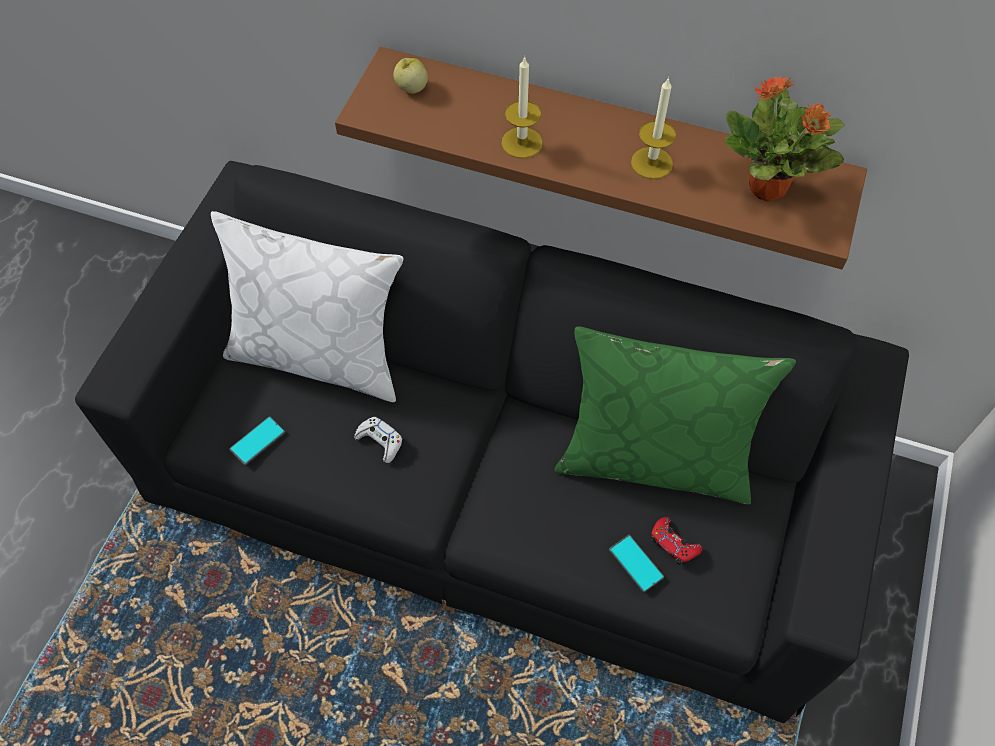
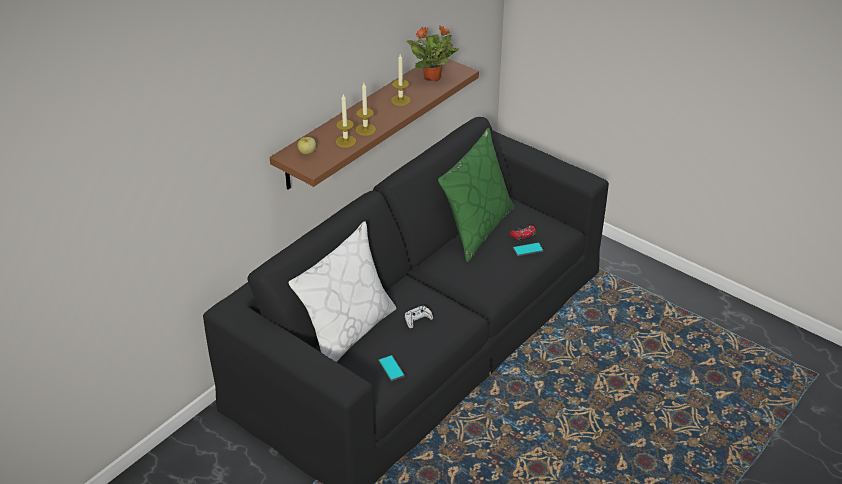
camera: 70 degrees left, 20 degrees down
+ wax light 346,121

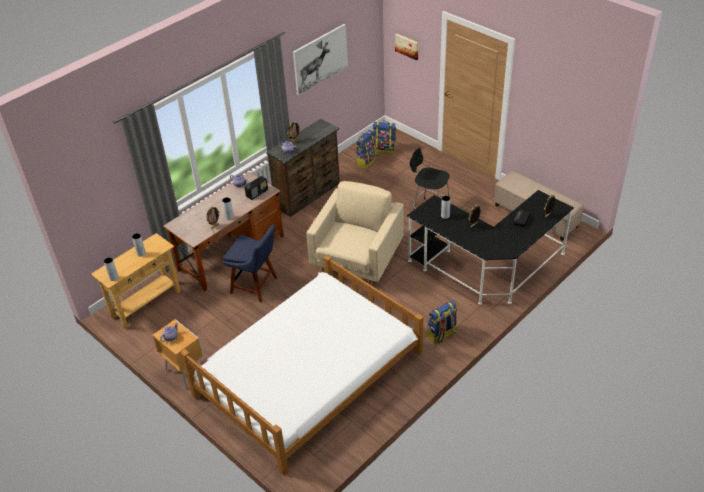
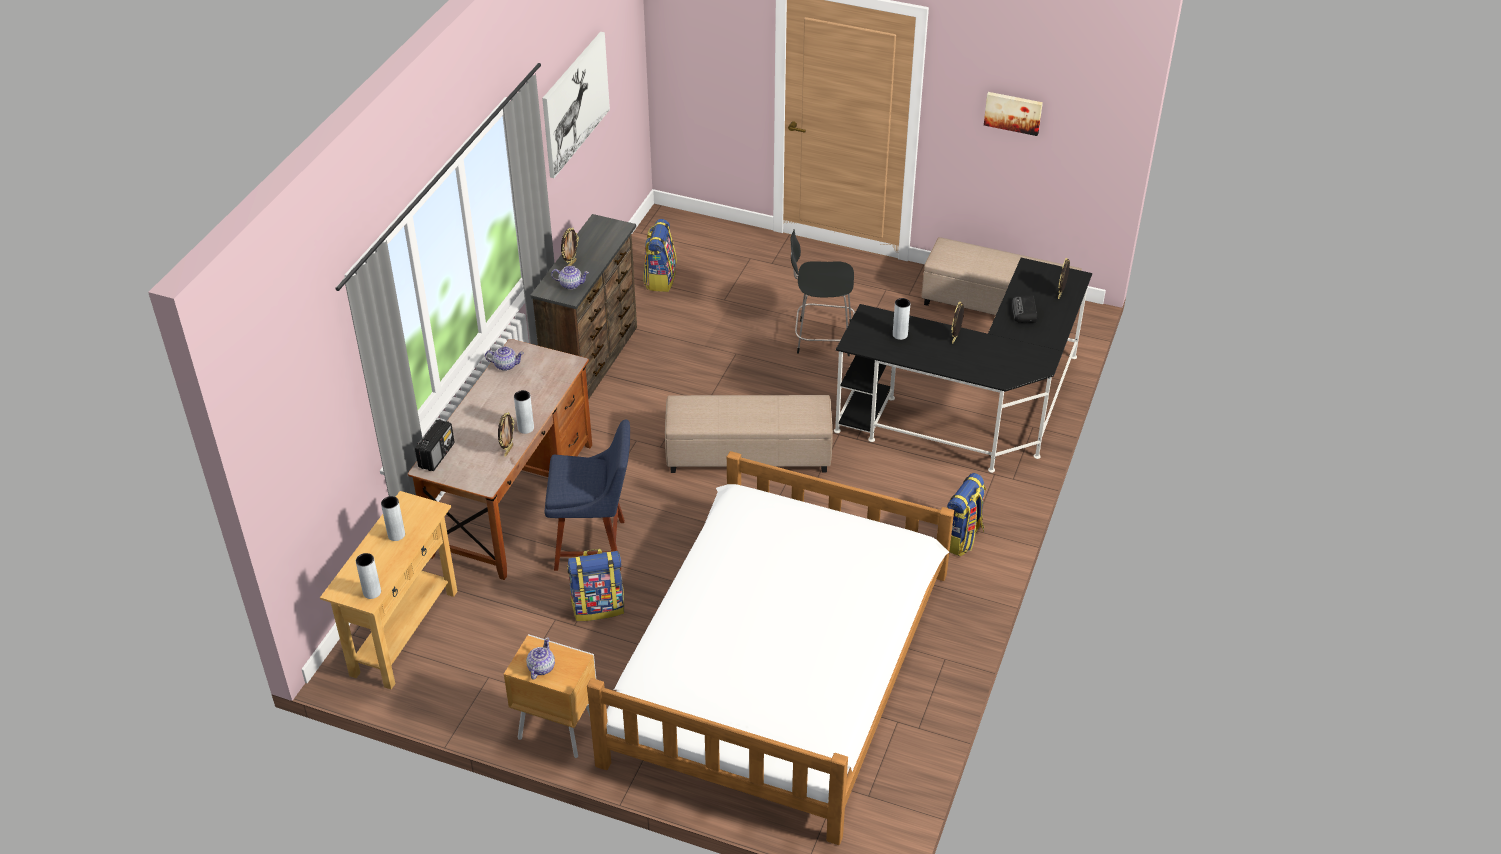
camera: 25 degrees left, 0 degrees up
~ radio set 256,188 to 434,445
~ rucksack 384,137 to 595,585
~ picture 406,47 to 1013,114
~ lounge chair in sand-coloured 355,233 to ottoman in sand-coloured 749,434

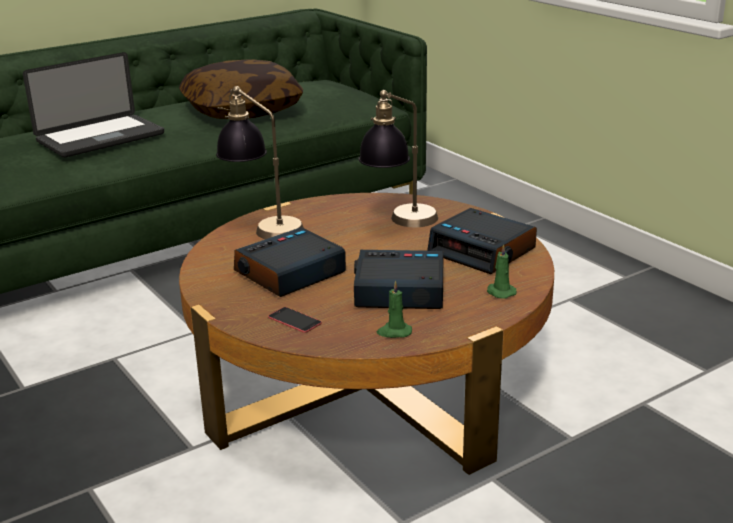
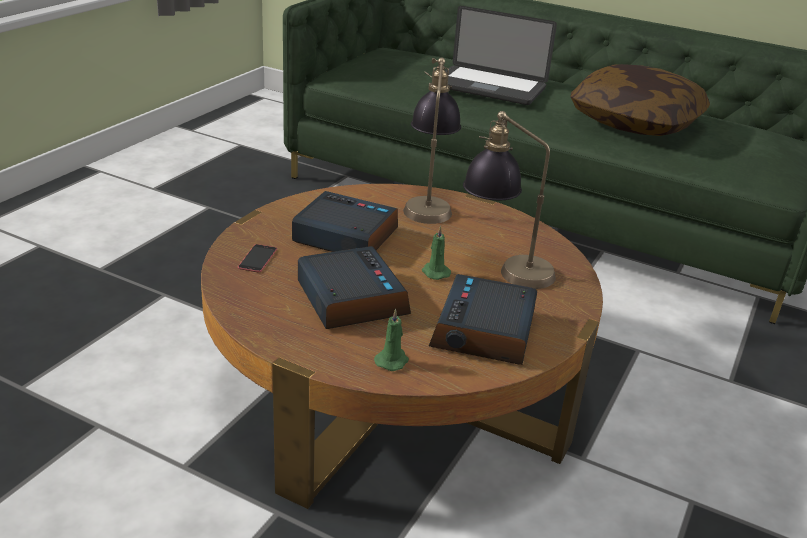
camera: 60 degrees right, 5 degrees up
~ wax light in greenish 394,309 to 436,253

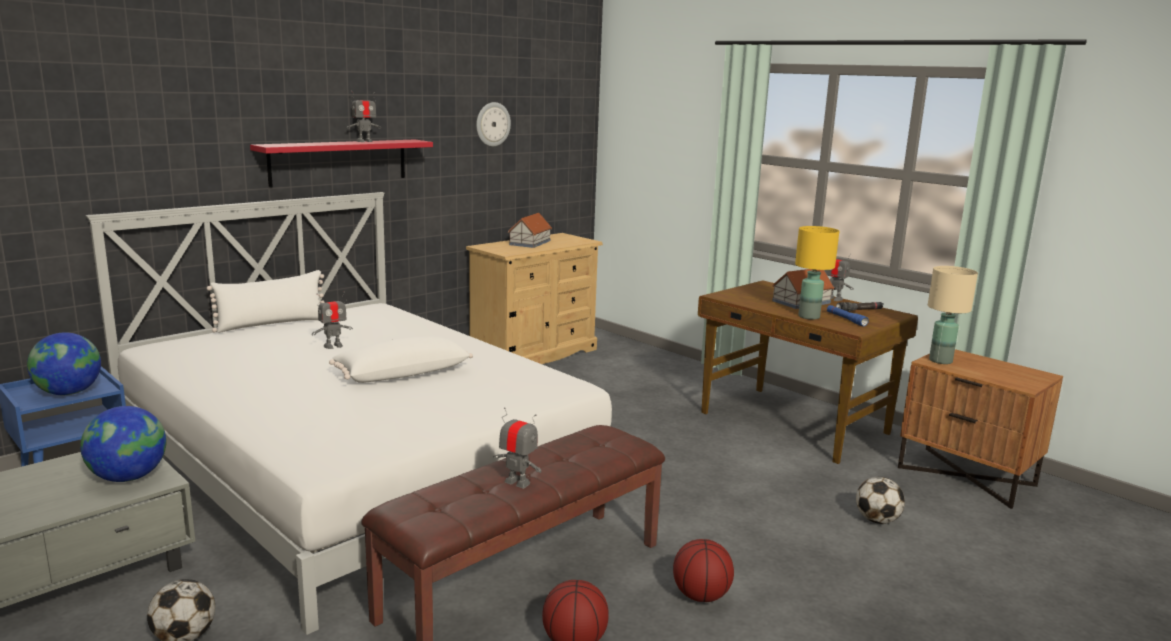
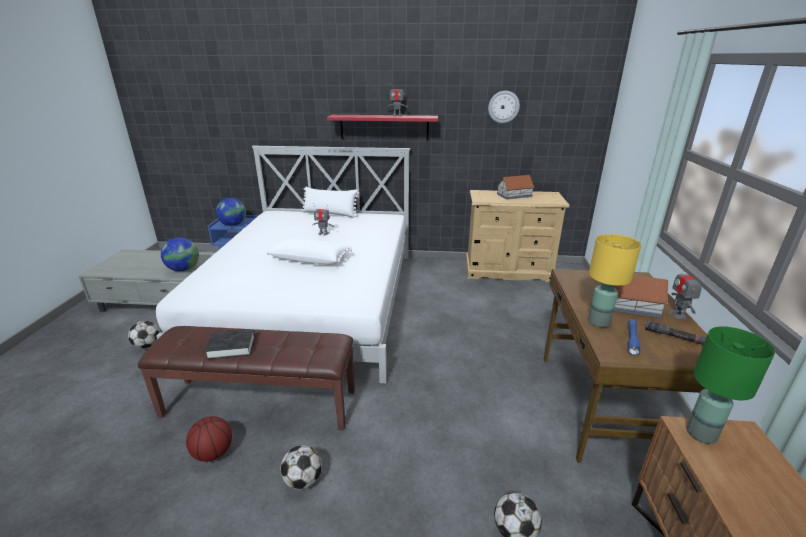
camera: 50 degrees right, 10 degrees up
~ model robot 518,447 to bound book in black 230,344
~ ball for basketball 703,570 to football ball 301,467
~ table lamp in sand-coloured 953,315 to table lamp in greenish 730,385

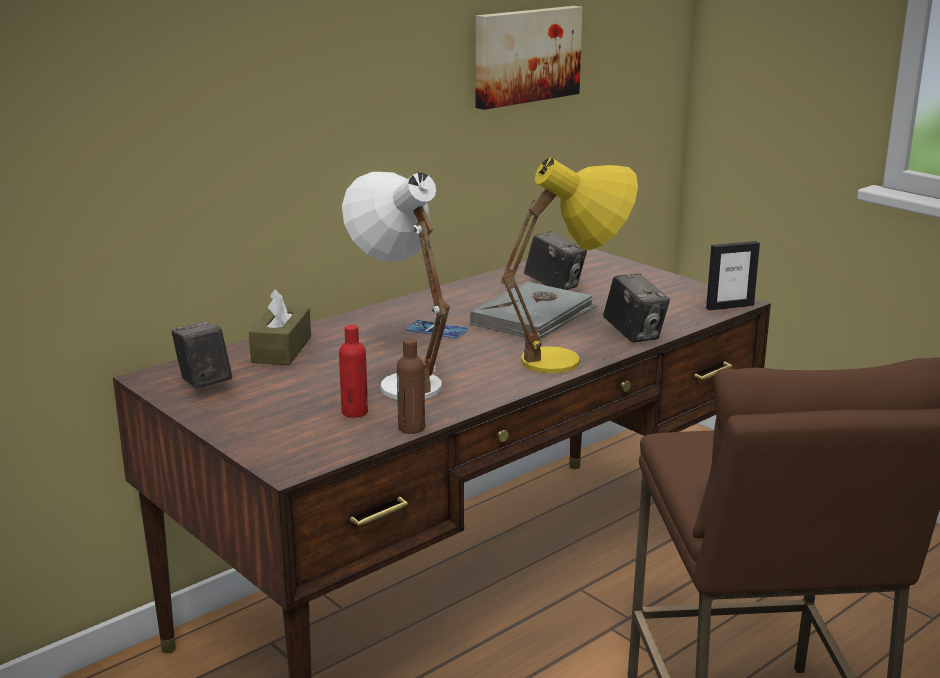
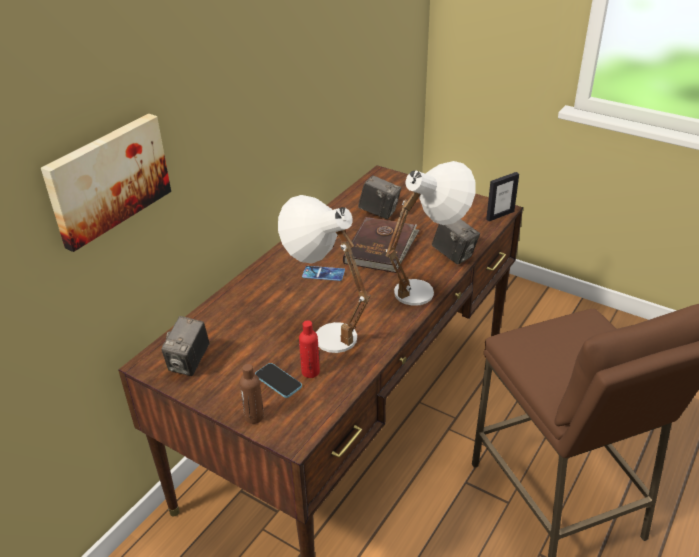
camera: 15 degrees left, 15 degrees up
- tissue box in brown 280,327
+ phone 278,380
~ drink bottle in brown 411,386 to 251,394
~ picture 529,58 to 106,183
~ bound book in gray 534,310 to bound book in brown 381,245
~ table lamp in yellow 569,265 to table lamp in white-coloured 430,233
~ still camera 202,354 = 185,346 120 degrees counterclockwise

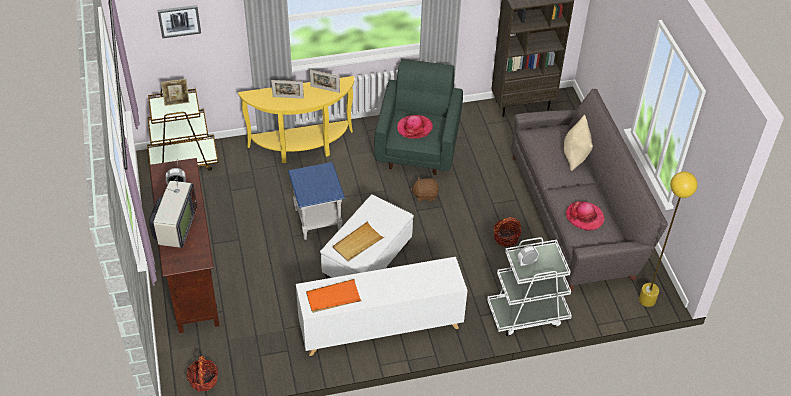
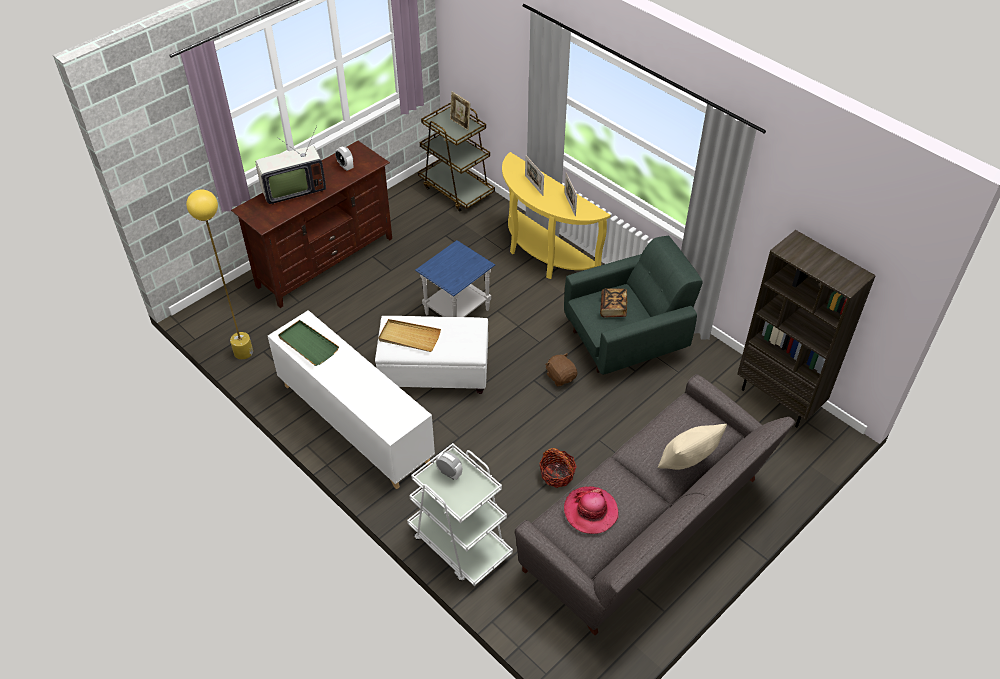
camera: 60 degrees right, 0 degrees up
- picture 179,21
- household basket 202,373
~ standard lamp in yellow 668,239 to 219,274
~ hat 415,127 to bound book 614,303
~ tray in orangey 334,296 to tray in greenish 308,343

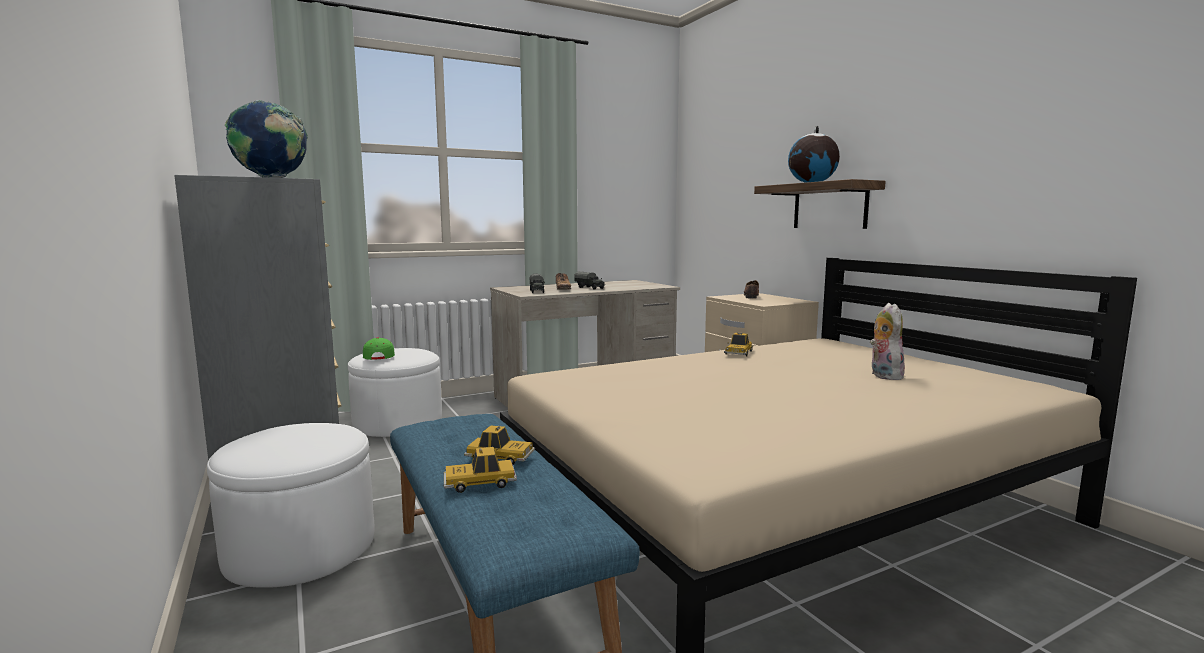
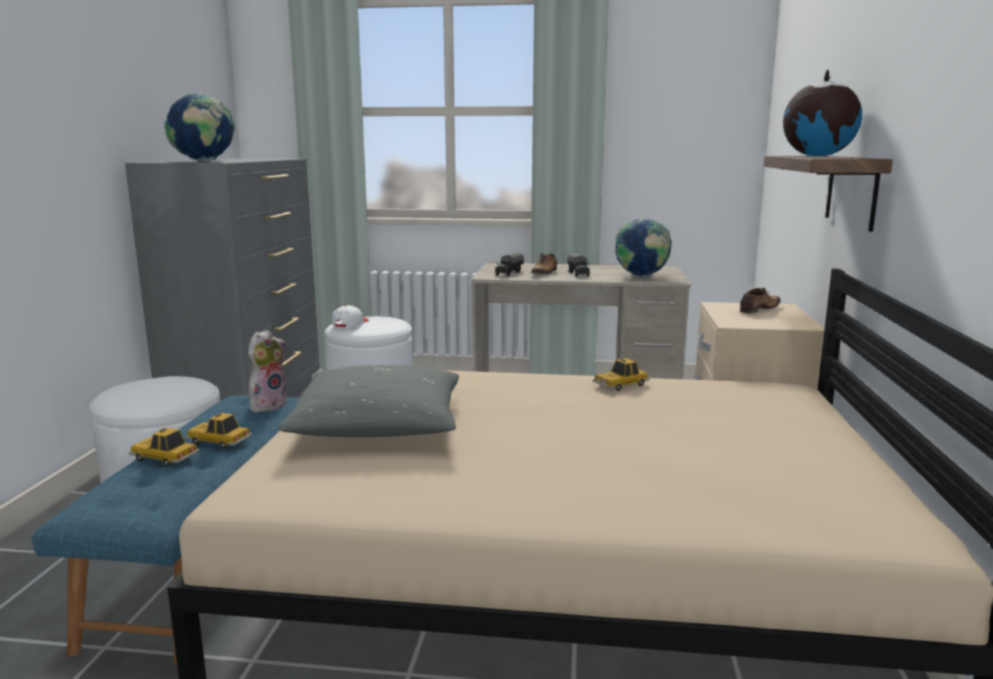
camera: 35 degrees right, 5 degrees up
+ cushion in gray 368,401
+ globe 643,248
~ soft toy 887,341 to 267,371
~ peaked cap in greenish 379,348 to peaked cap in white-coloured 350,316
~ model car 499,445 = 219,431 150 degrees clockwise

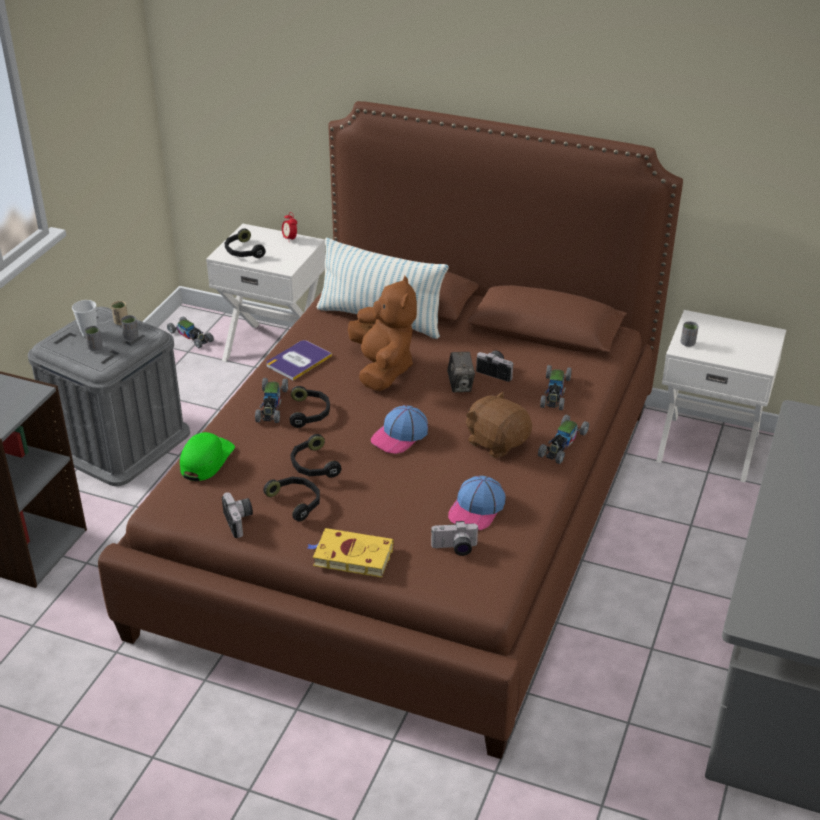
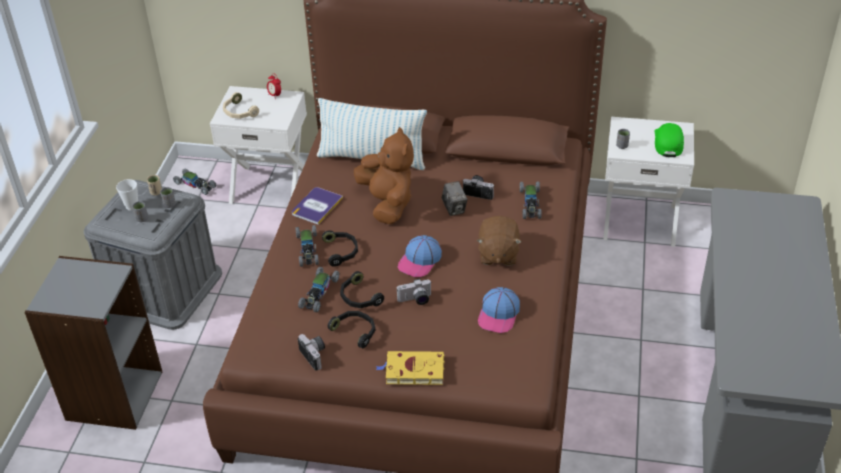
camera: 10 degrees left, 5 degrees up
~ peaked cap in greenish 207,456 to 669,140
~ still camera 455,538 to 414,292
~ model car 563,439 to 318,289
~ headphones in black 245,243 to headphones in sand-coloured 241,105
~ soft toy in brown 499,425 = 499,241 120 degrees counterclockwise

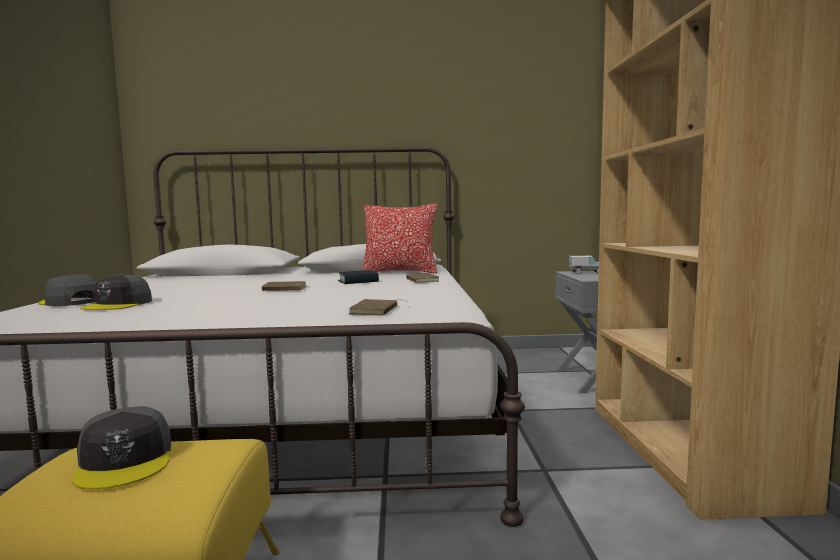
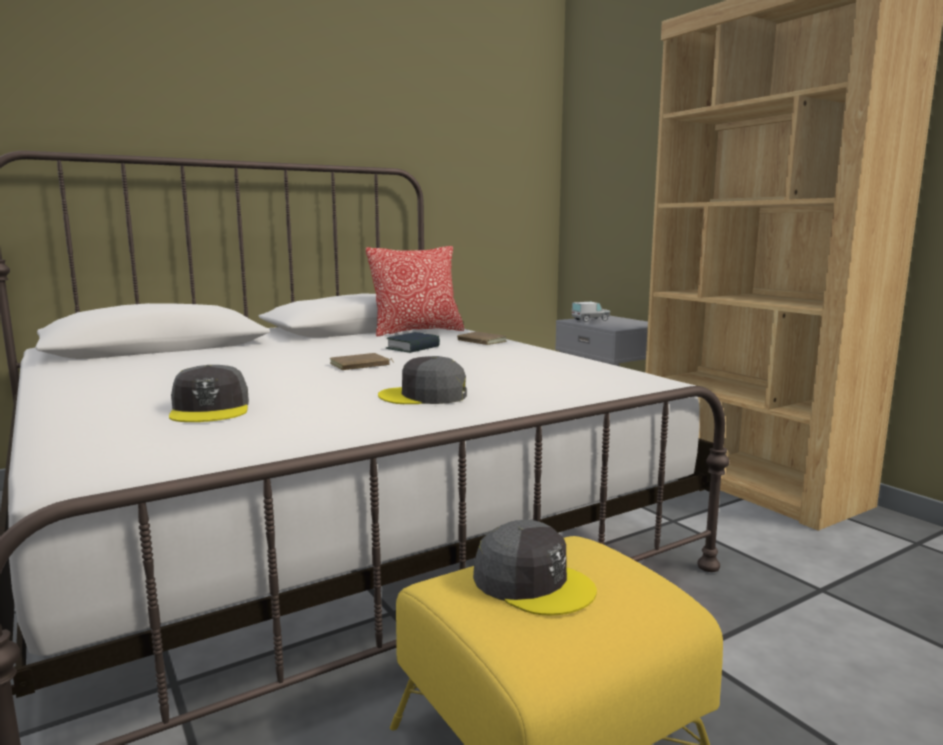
camera: 30 degrees left, 5 degrees up
- bound book in brown 378,307
~ peaked cap in gray 67,290 to 422,380

